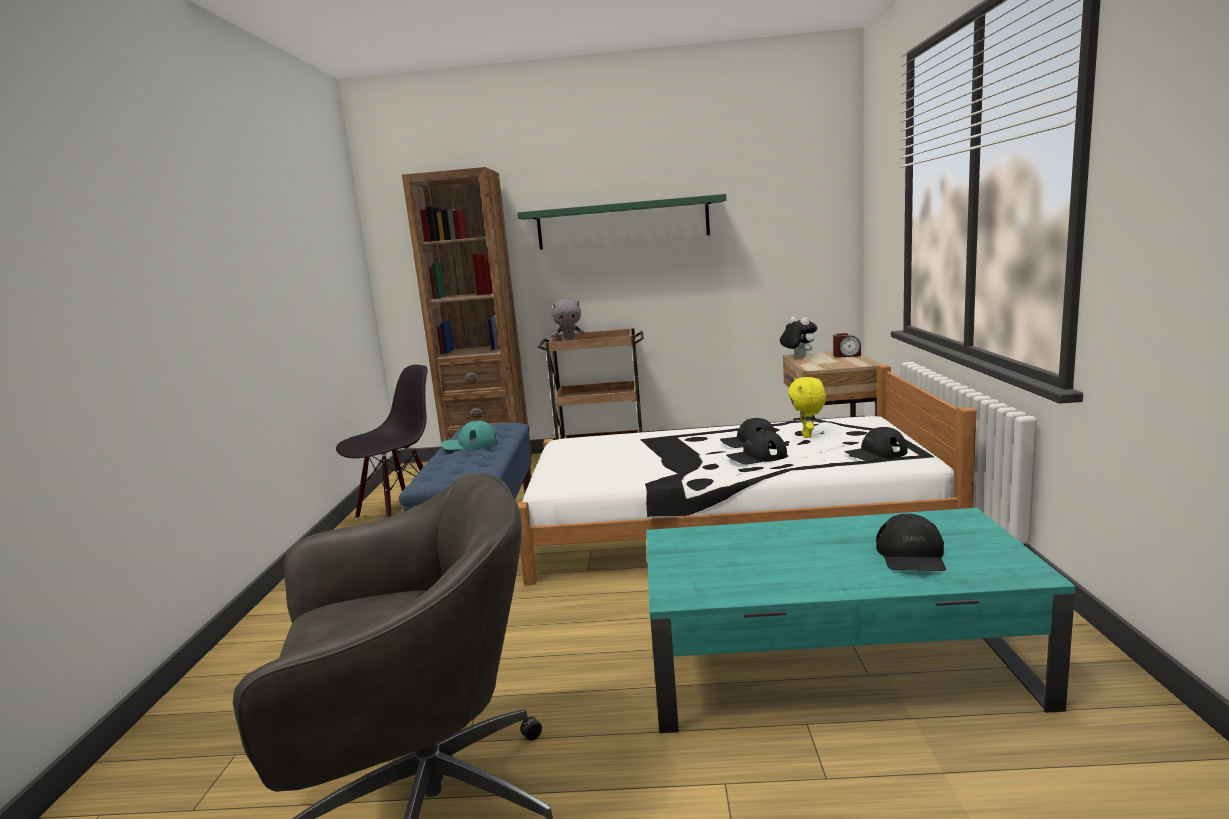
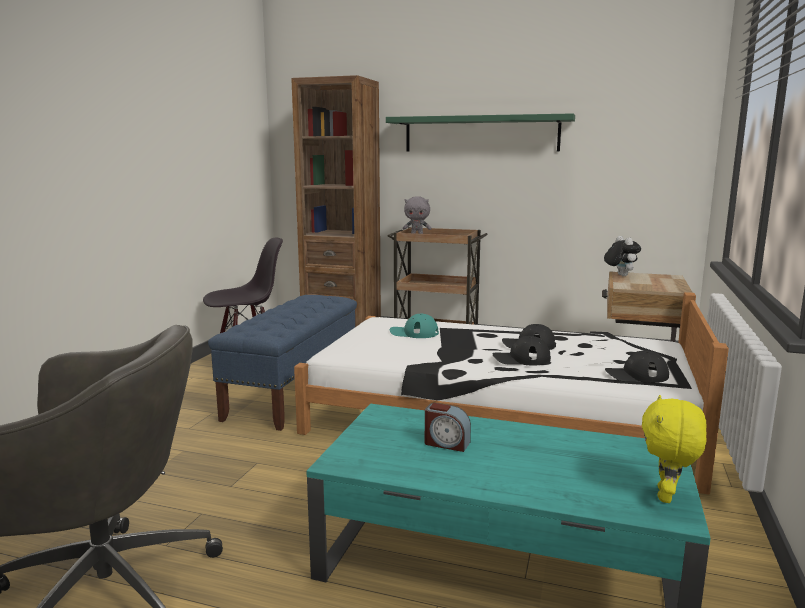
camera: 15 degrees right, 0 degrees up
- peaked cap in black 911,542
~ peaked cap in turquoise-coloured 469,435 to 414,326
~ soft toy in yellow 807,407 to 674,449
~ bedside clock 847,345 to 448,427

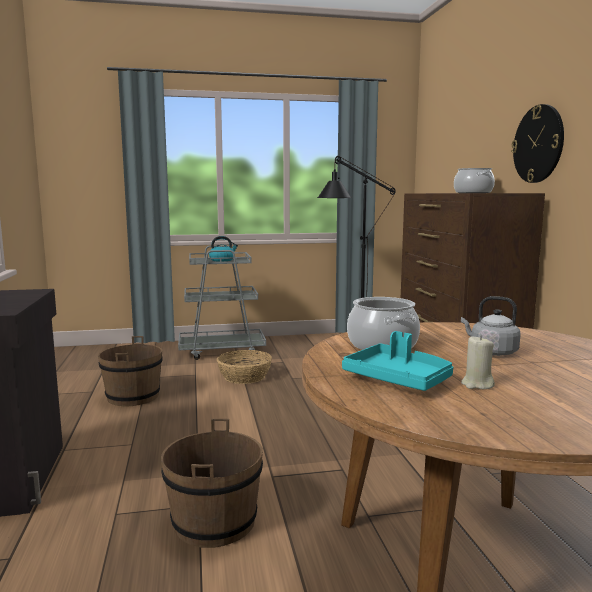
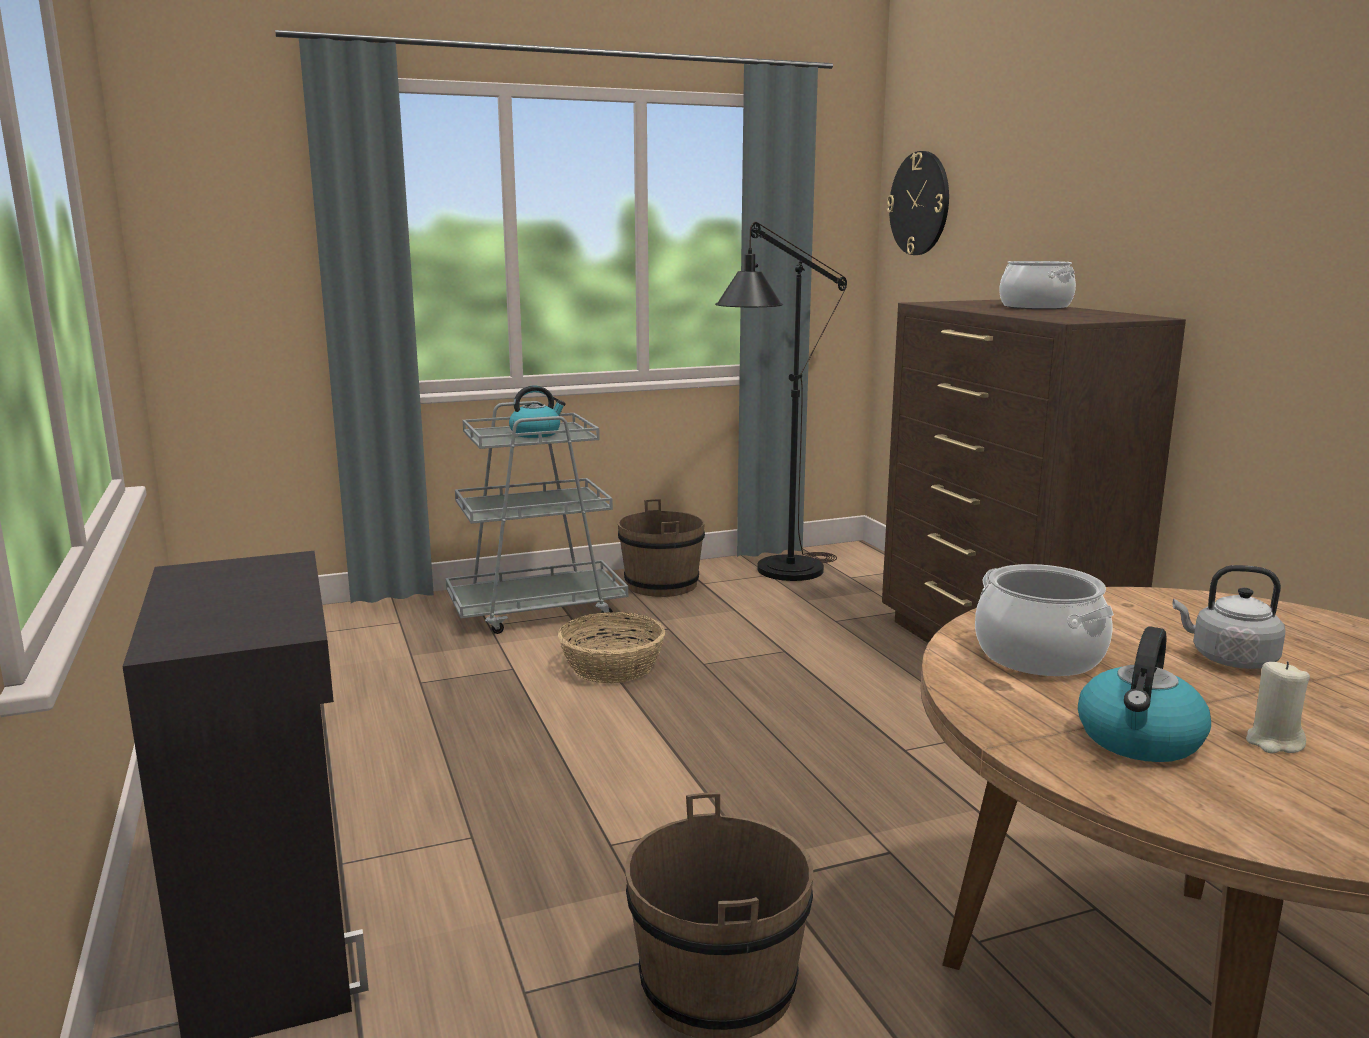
camera: 10 degrees left, 5 degrees up
~ pail in brown 130,371 to 661,548
~ hanging clock 537,143 to 918,203
~ tray in turquoise-coloured 397,361 to water kettle 1144,694

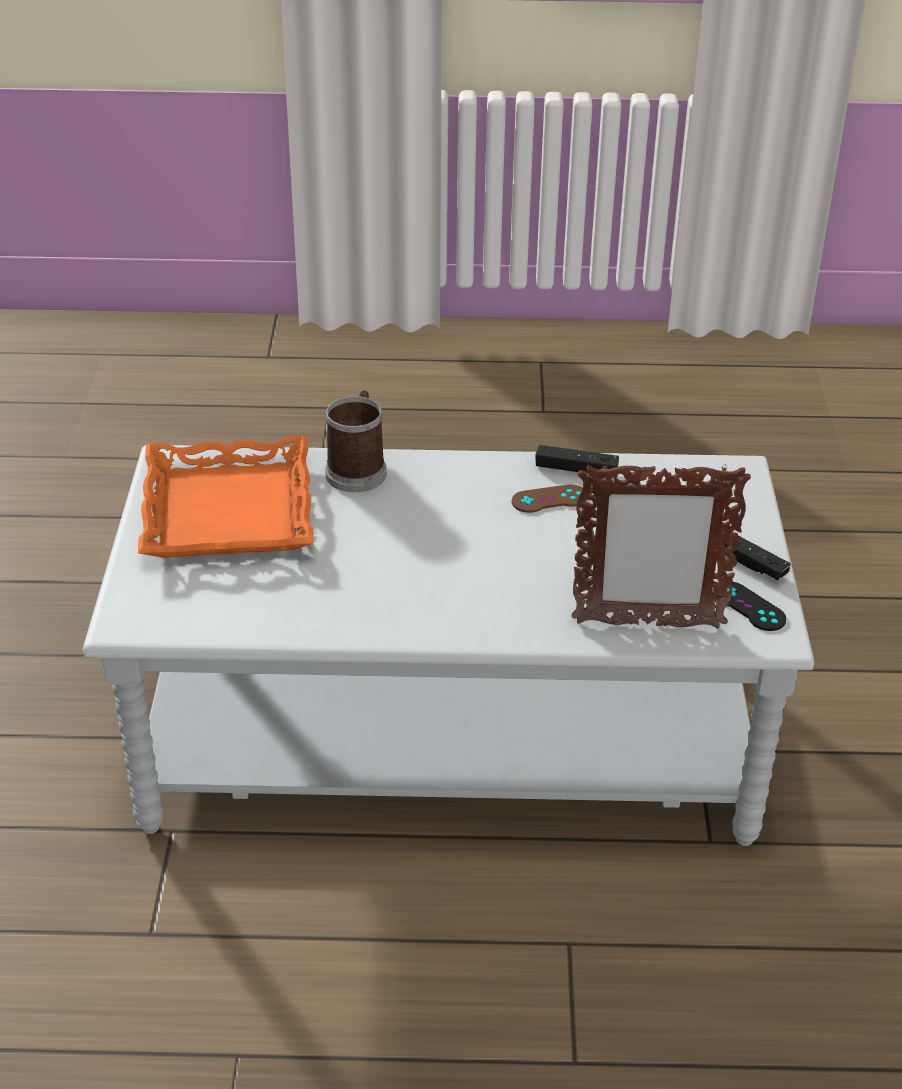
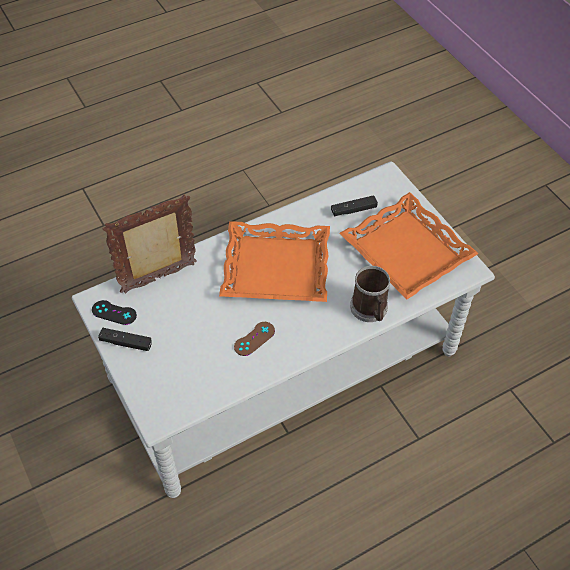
camera: 150 degrees right, 15 degrees up
+ tray in orangey 274,261
~ joypad in black 577,459 to 354,205

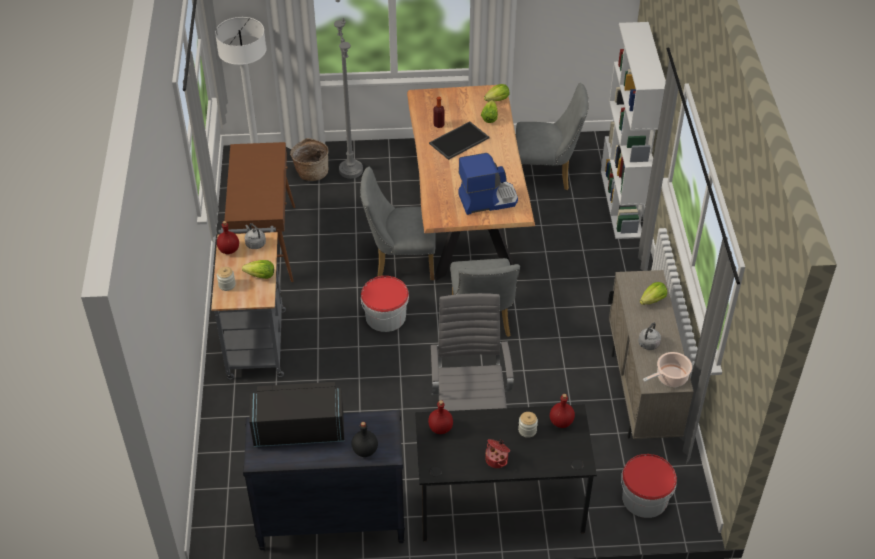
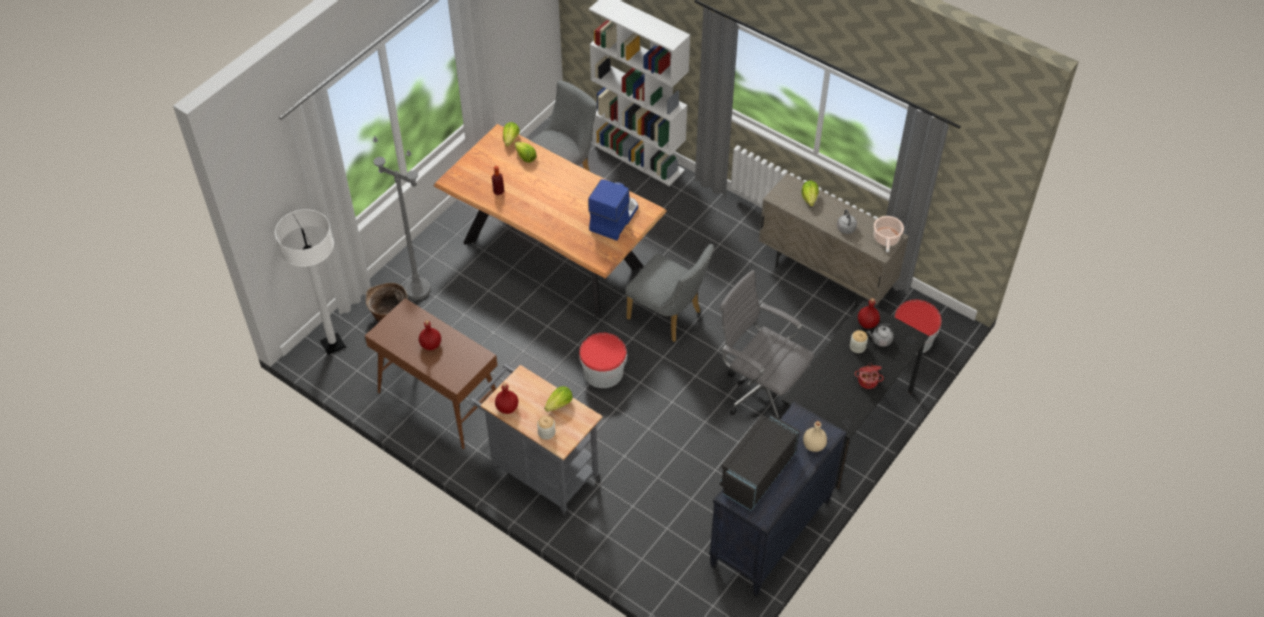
camera: 50 degrees left, 5 degrees up
- chair in gray 398,223
- tray 459,140
~ water kettle in gray 255,236 to 880,335
~ drink bottle in red-coloured 440,417 to 430,335
~ drink bottle in black 364,439 to drink bottle in sand-coloured 815,436

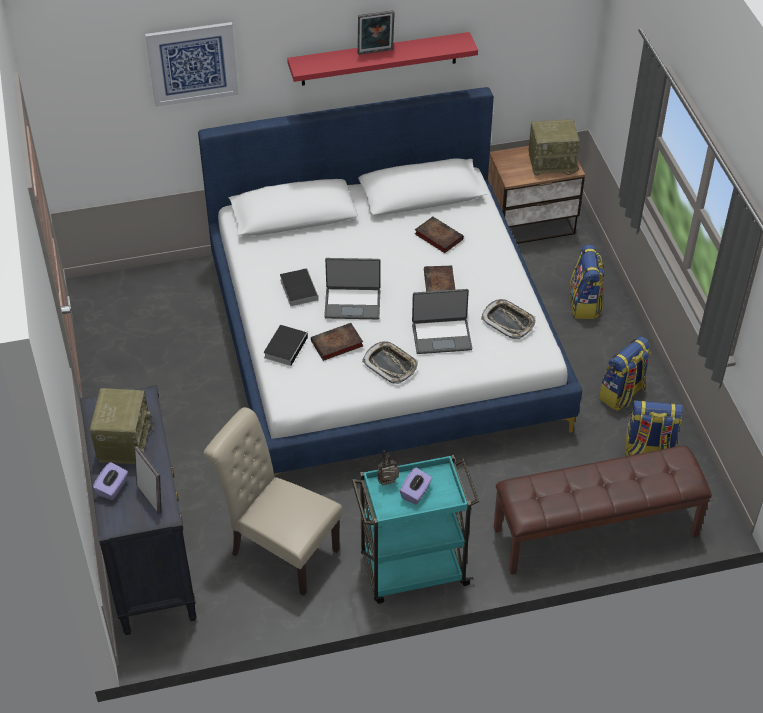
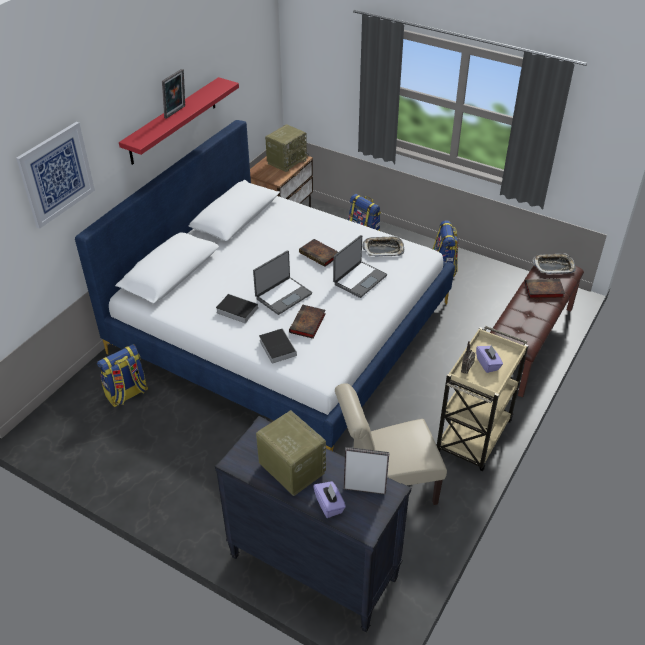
camera: 45 degrees left, 5 degrees down
~ tray 390,362 to 554,263
~ bound book 439,235 to 545,289
~ rucksack 654,428 to 122,375
~ trolley in turquoise-coloured 415,529 to trolley in sand-coloured 483,398

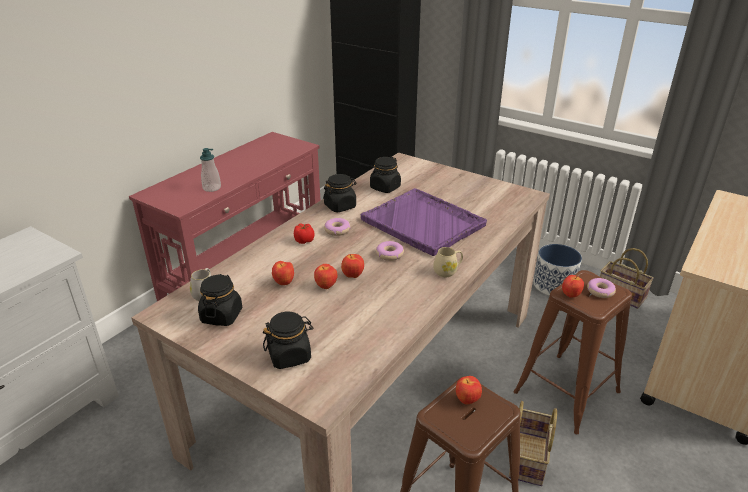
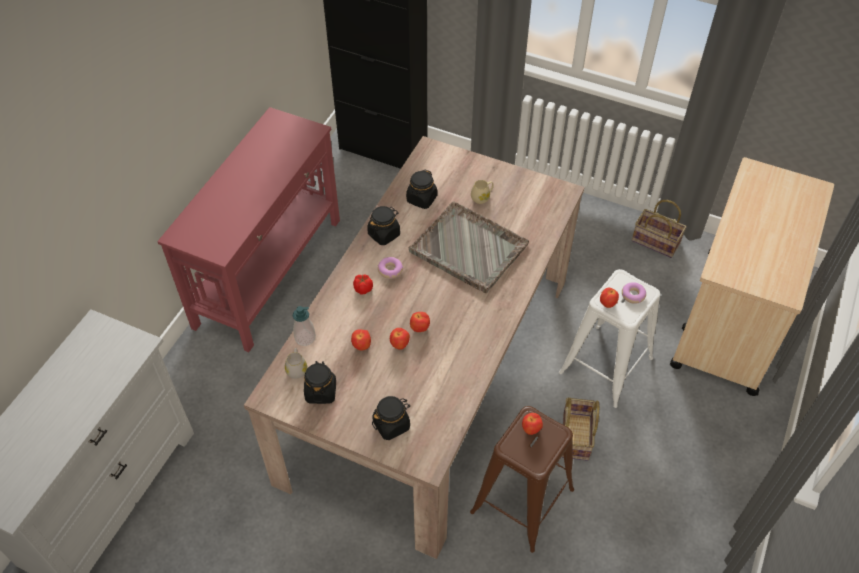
camera: 10 degrees left, 20 degrees up
- doughnut 390,251
- plant pot 558,270
~ soap bottle 210,170 to 304,326
~ tea mug in sand-coloured 448,262 to 482,192
~ tray in purple 424,222 to tray in gray 469,247
~ sitting stool in brown 573,352 to sitting stool in white-coloured 609,338

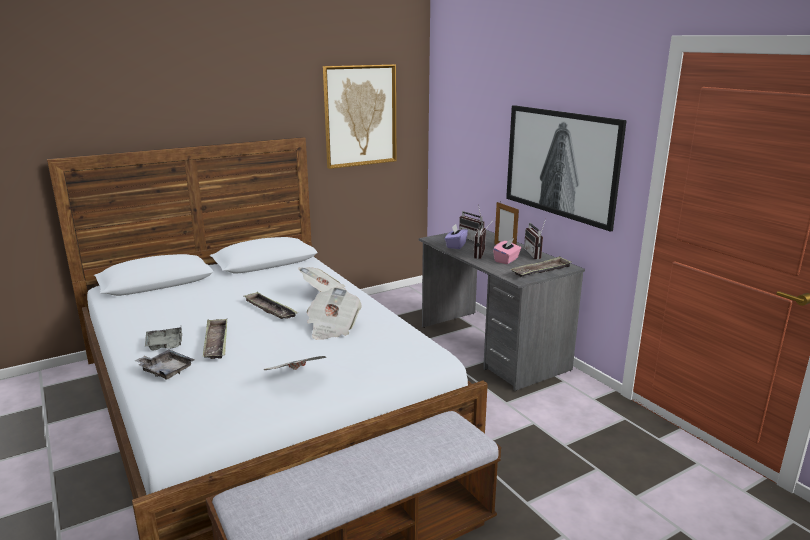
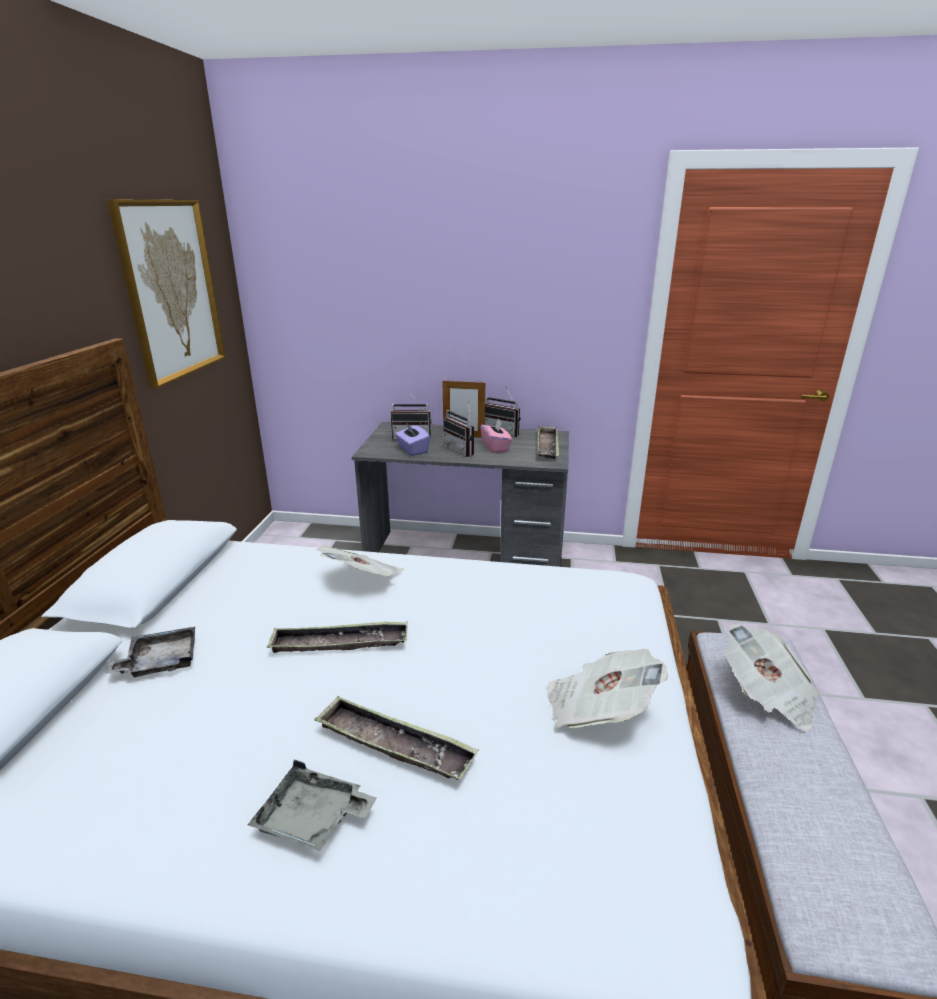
camera: 50 degrees left, 5 degrees up
- picture 566,168
~ tray in gray 164,364 to 150,652
~ newspaper 334,313 to 772,677

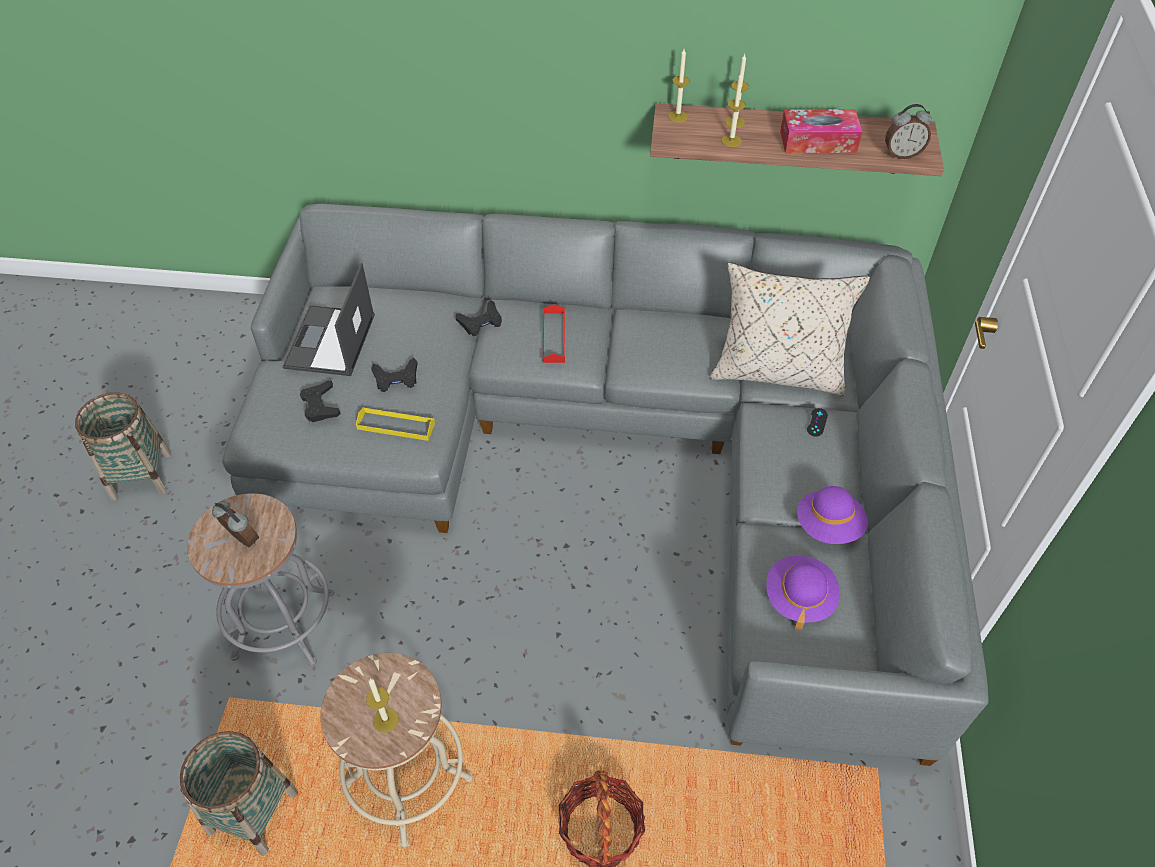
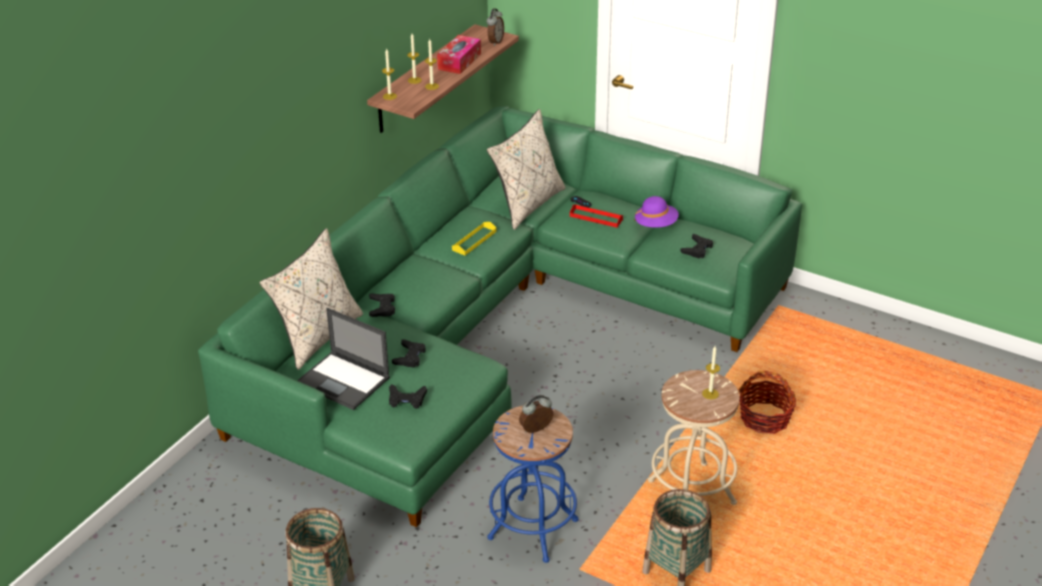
camera: 65 degrees left, 15 degrees down
+ cushion in sand-coloured 311,299
~ tray in yellow 395,424 to 474,239
~ tray in red-coloured 554,333 to 596,216
~ hat in purple 803,593 to joypad in black 696,246
~ sitting stool in gray 260,579 to sitting stool in bluish 533,484
~ couch in gray 605,485 to couch in greenish 500,316

